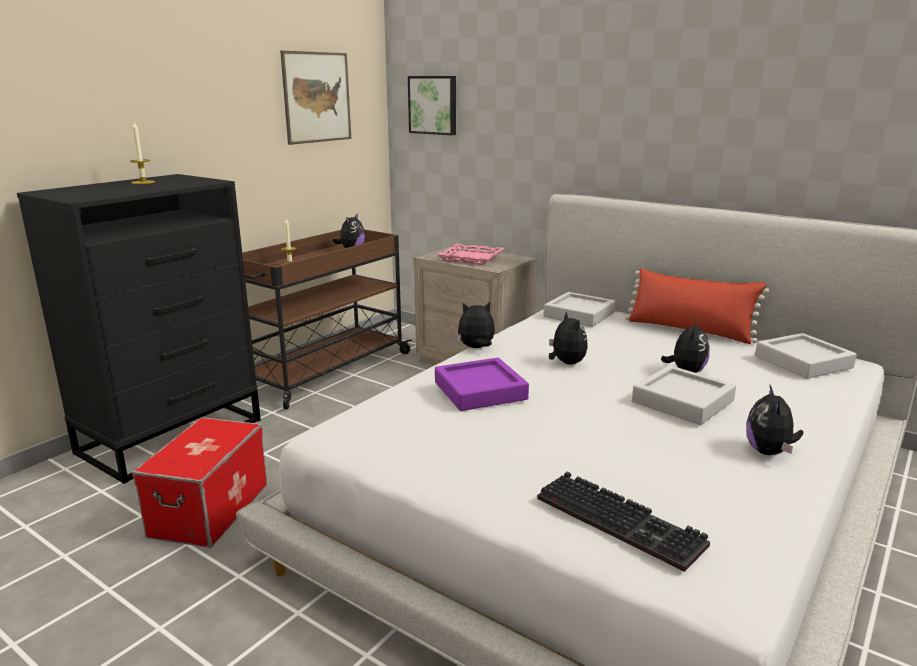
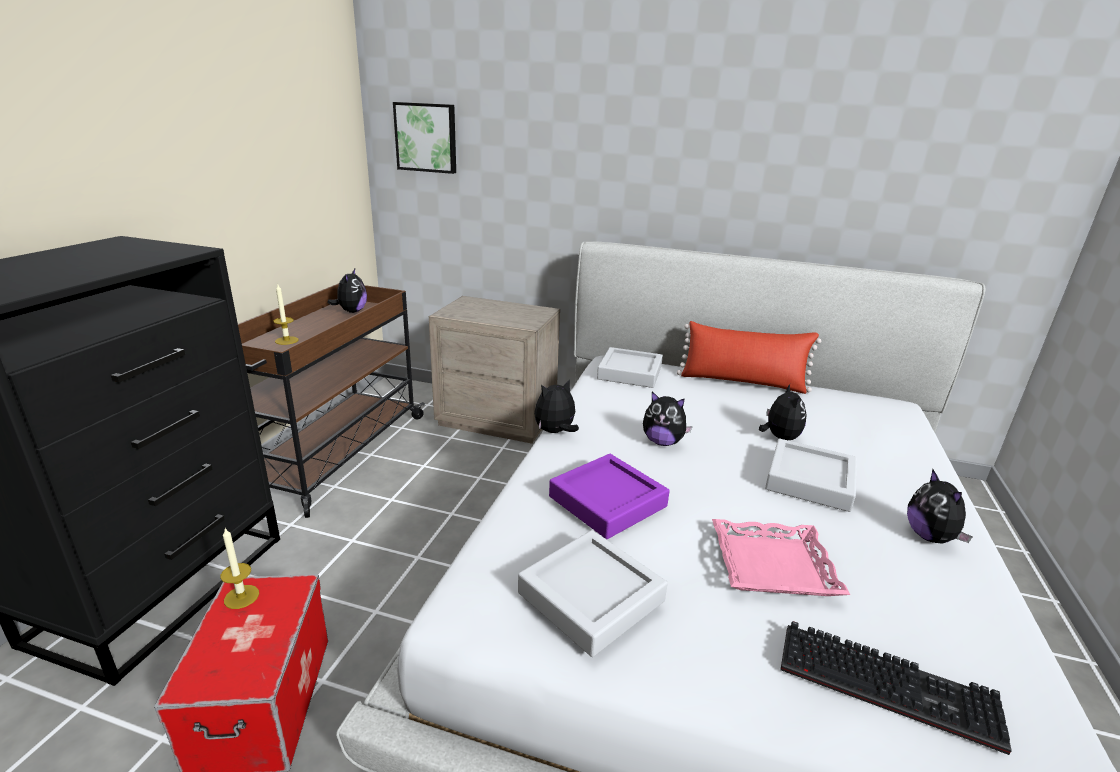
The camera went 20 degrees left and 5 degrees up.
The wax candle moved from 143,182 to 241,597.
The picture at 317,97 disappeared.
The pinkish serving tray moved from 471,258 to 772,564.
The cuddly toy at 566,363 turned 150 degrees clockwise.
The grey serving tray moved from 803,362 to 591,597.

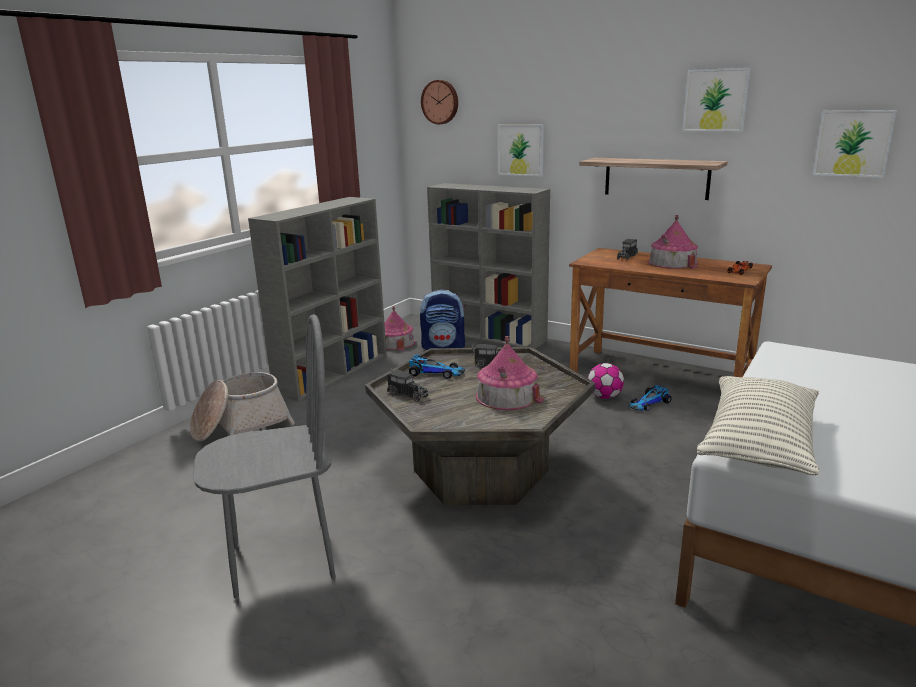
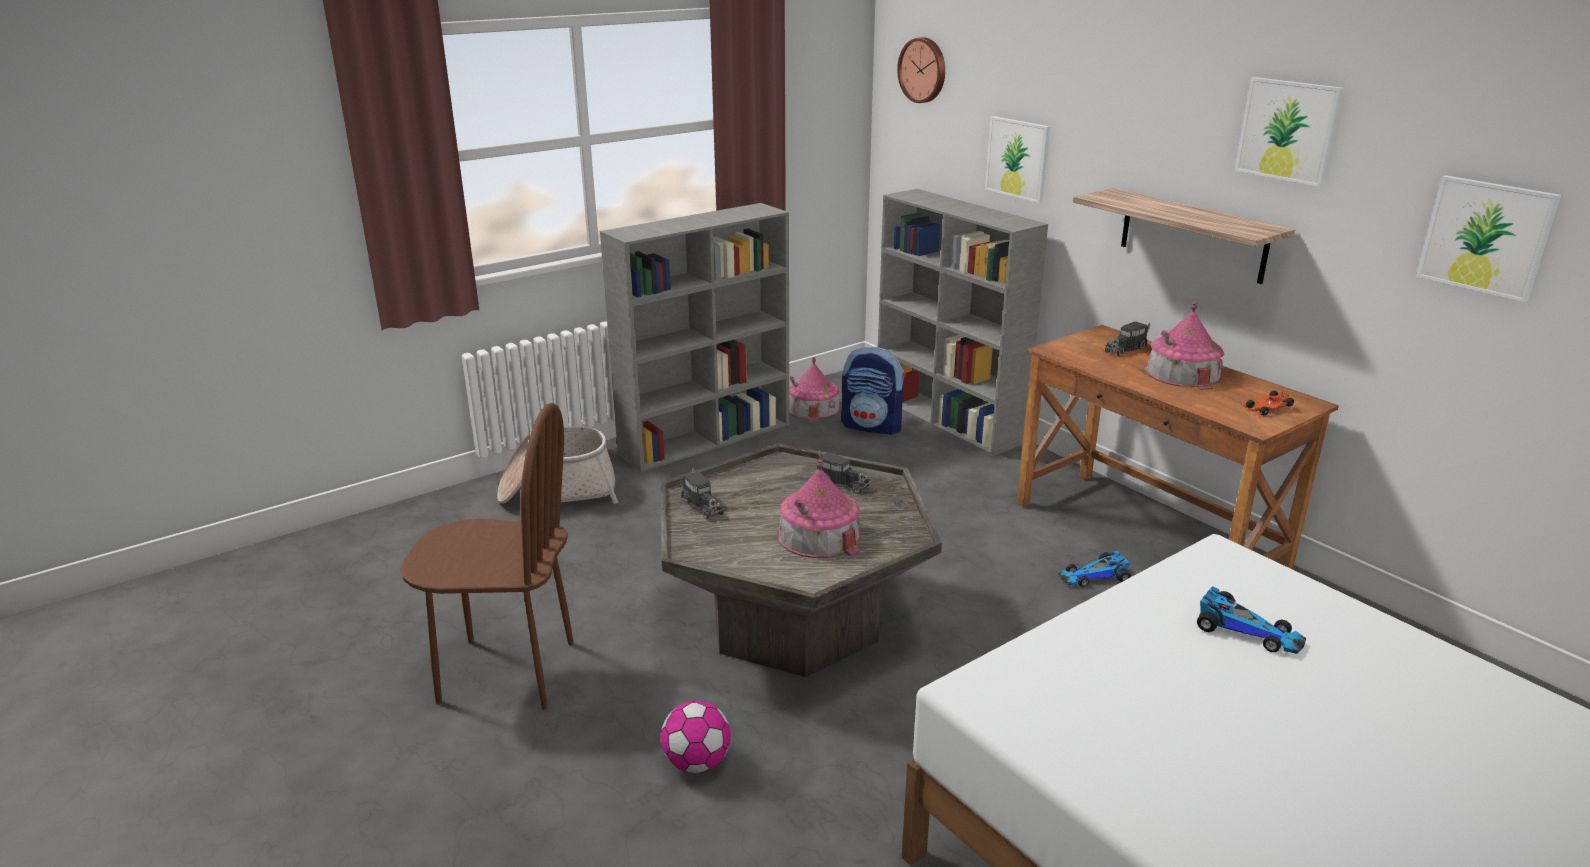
The camera went 20 degrees right and 5 degrees up.
The grey plain chair at 283,559 became the brown plain chair at 507,672.
The model car moved from 435,372 to 1246,630.
The ball for football moved from 604,396 to 697,763.
The cushion at 758,443 disappeared.

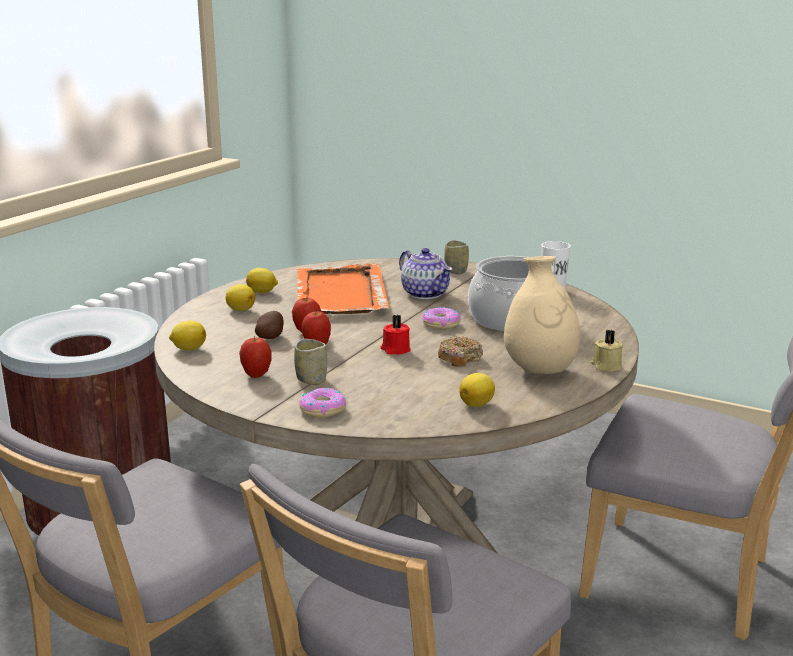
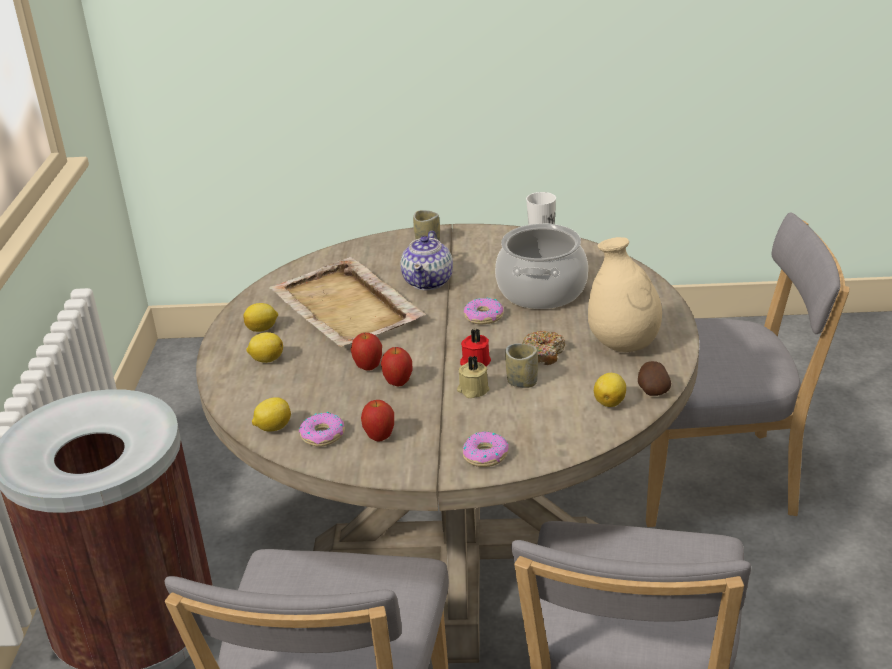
The camera went 25 degrees left and 10 degrees up.
The spud moved from 271,337 to 652,390.
The drinking cup moved from 311,380 to 522,382.
The orangey serving tray at 340,294 became the beige serving tray at 346,308.
The pot for tea at 425,293 turned 75 degrees clockwise.
The beige wax candle moved from 605,366 to 472,390.
The donut at 323,435 appeared.

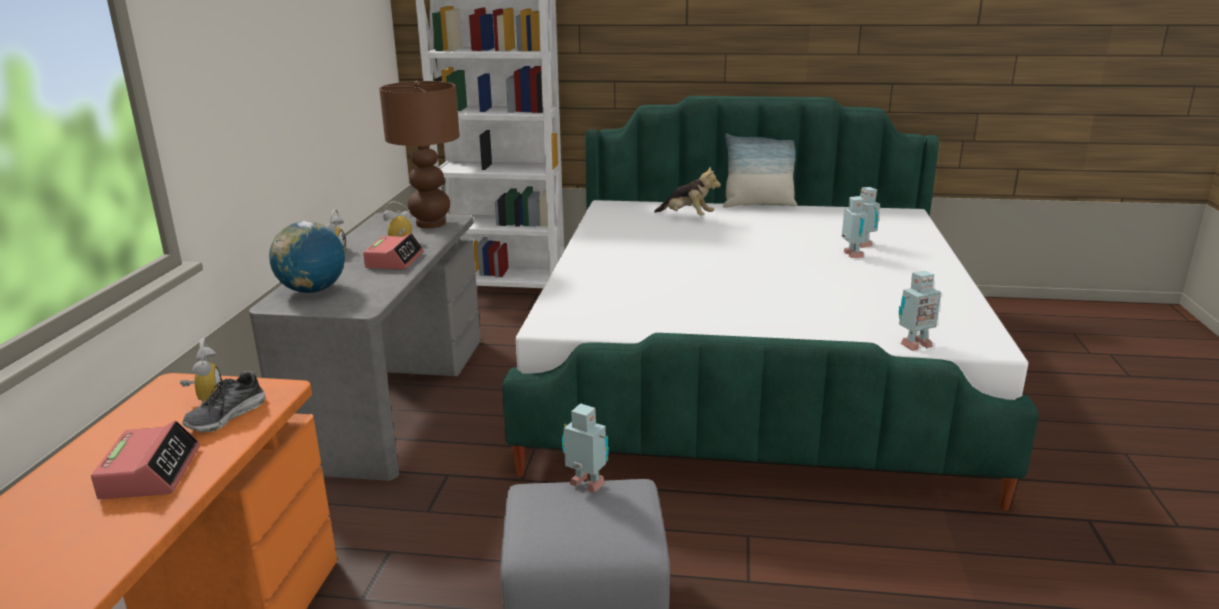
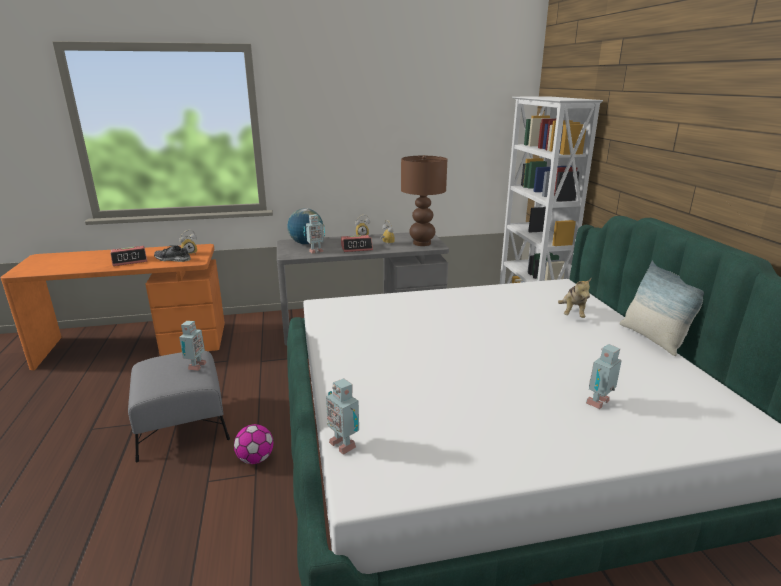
The camera went 70 degrees right and 0 degrees up.
The toy robot moved from 851,255 to 315,251.
The ball for football at 255,459 appeared.

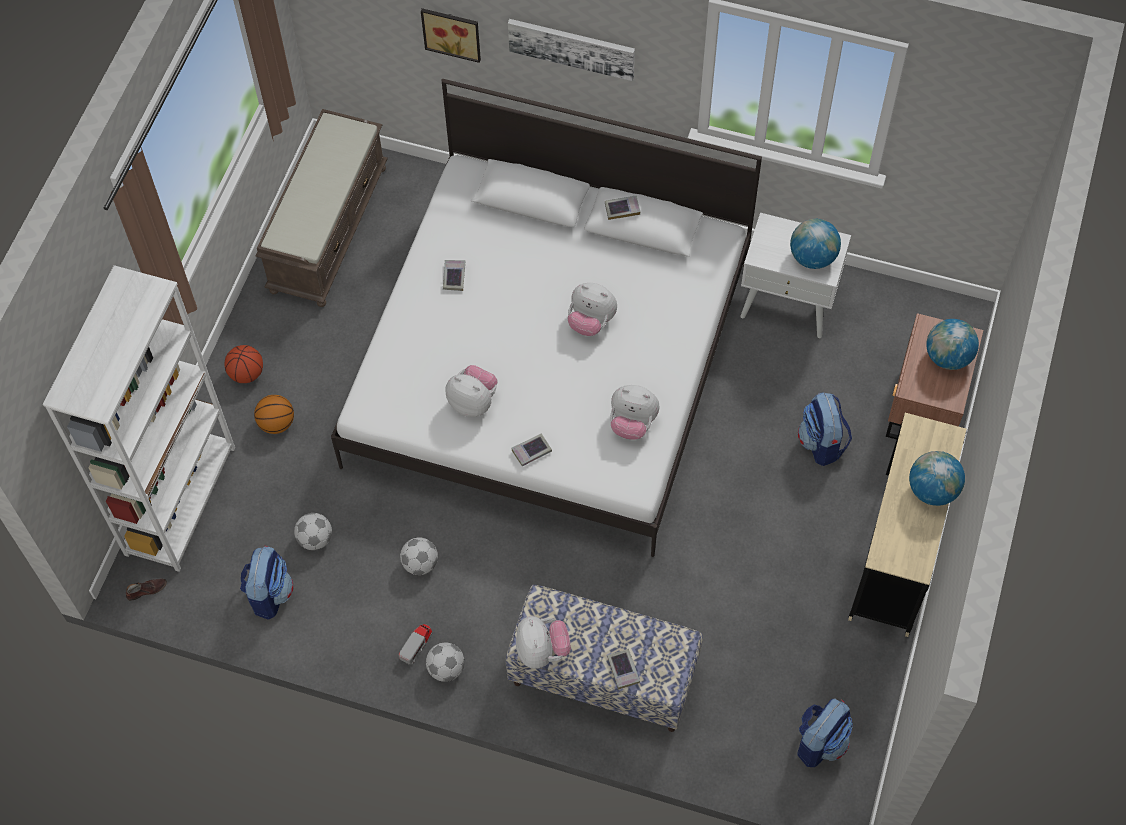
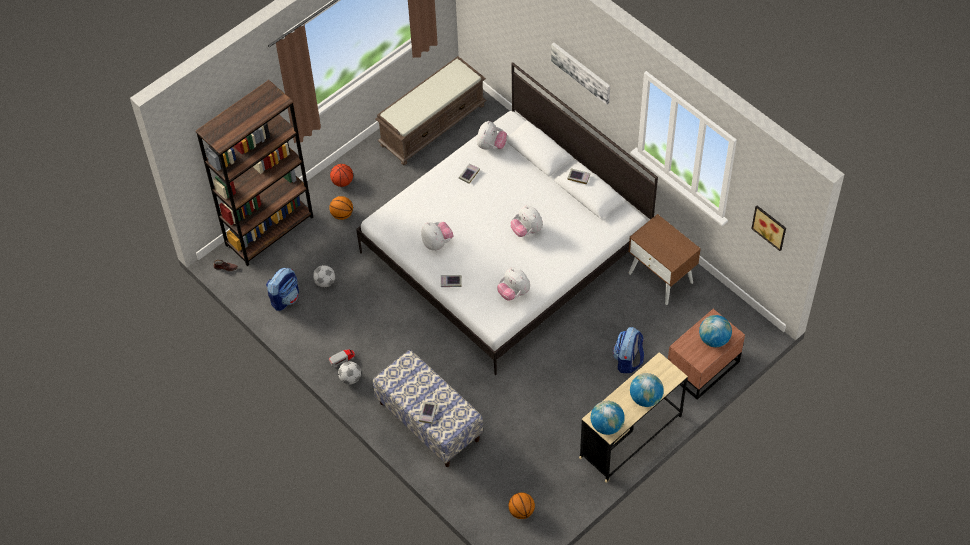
The camera went 30 degrees right and 5 degrees down.
The white shelving unit at 180,500 became the brown shelving unit at 269,231.
The ball for football at 420,563 disappeared.
The picture moved from 452,32 to 770,226.
The cuddly toy moved from 542,651 to 491,145.
The white night table at 788,303 became the brown night table at 661,278.
The globe moved from 812,257 to 606,425.
The backpack at 820,742 was replaced by the basketball ball at 521,511.

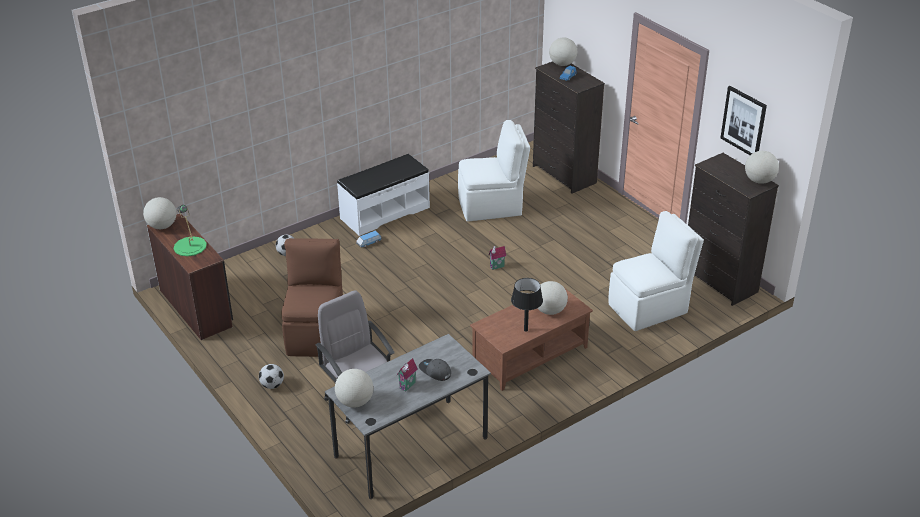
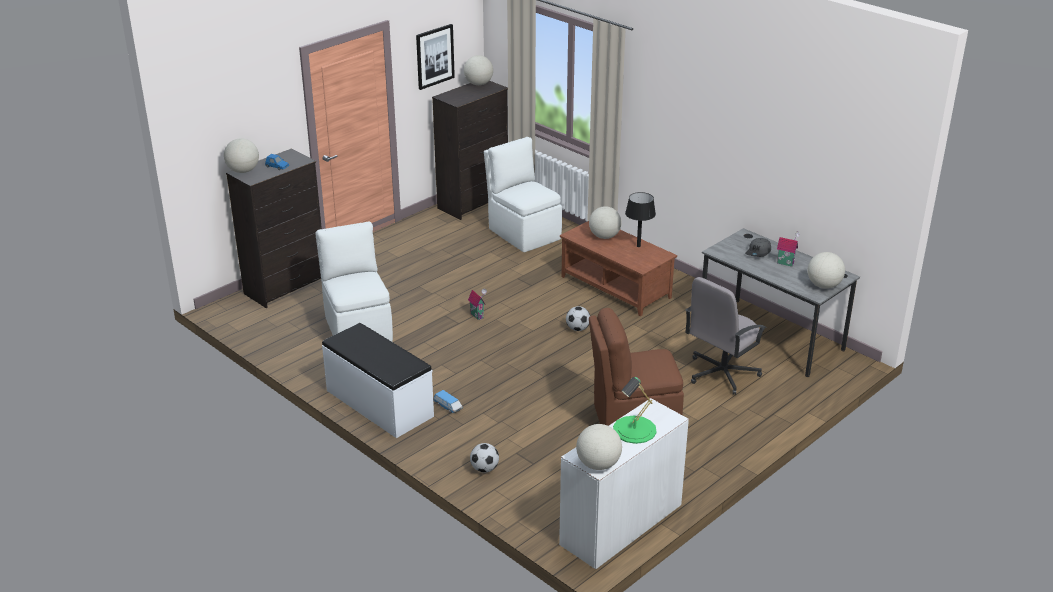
The camera went 100 degrees left and 5 degrees down.
The brown desk unit at 197,307 became the white desk unit at 620,524.
The ball for football moved from 272,385 to 577,329.

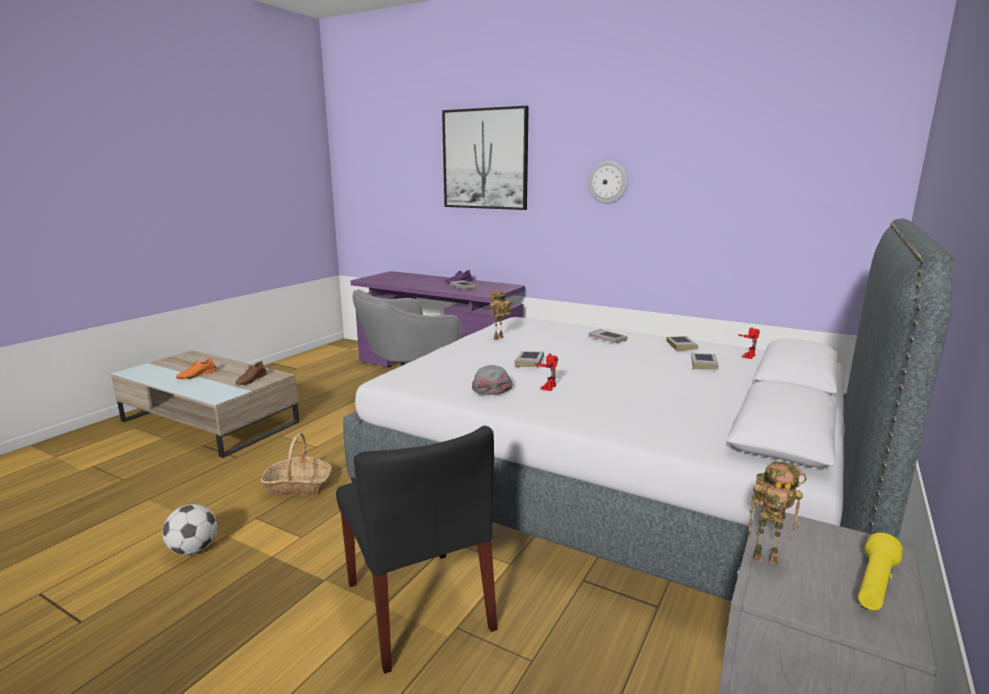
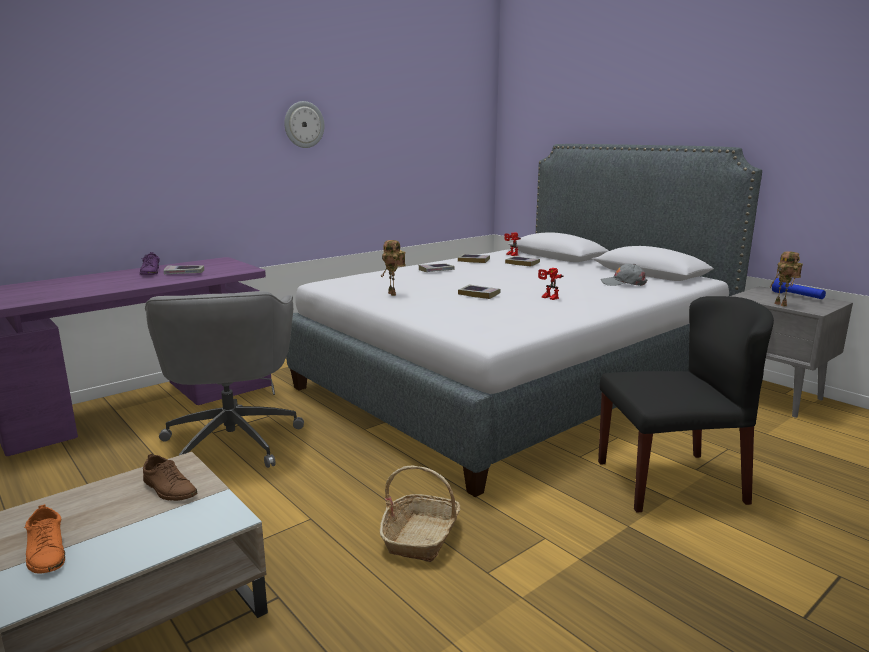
The camera went 70 degrees left and 0 degrees up.
The ball for football at 193,549 disappeared.
The picture at 485,159 disappeared.
The grey cap moved from 490,387 to 623,283.
The toy robot at 766,558 turned 120 degrees clockwise.
The yellowish flashlight at 874,585 became the blue flashlight at 797,296.

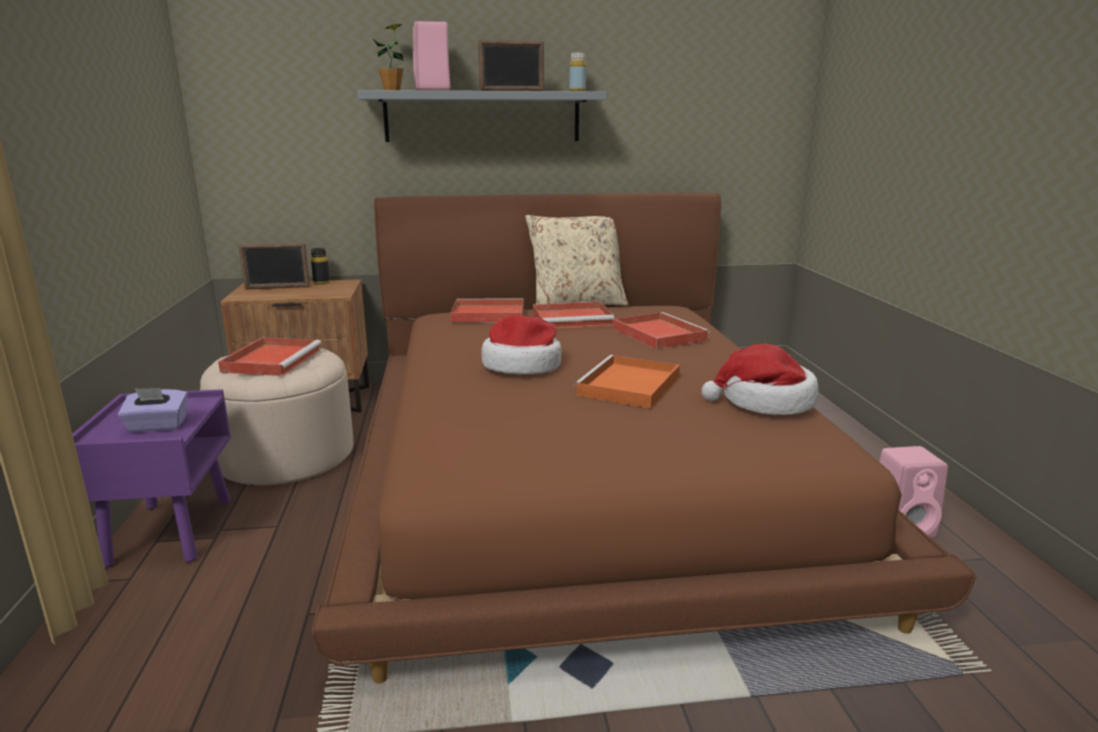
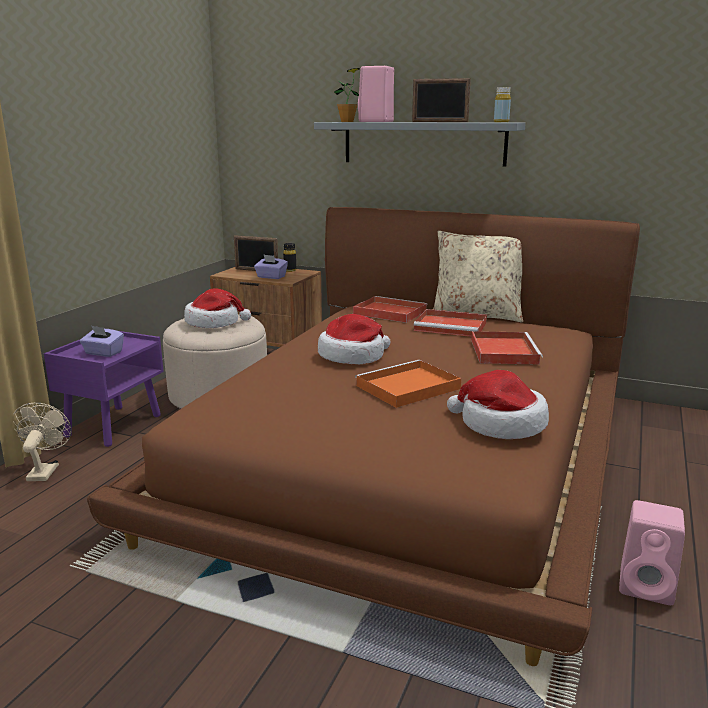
The camera went 30 degrees right and 0 degrees up.
The red-coloured serving tray at 272,360 was replaced by the hat at 214,322.
The beige fan at 45,470 appeared.
The purple-coloured tissue holder at 271,277 appeared.

